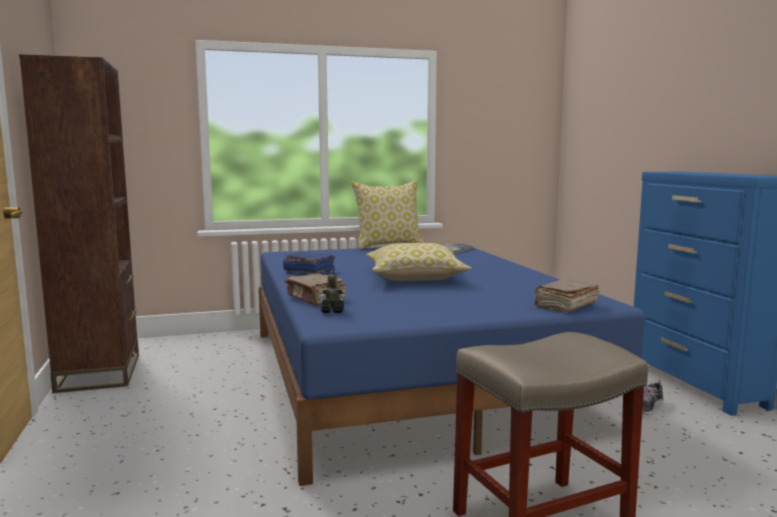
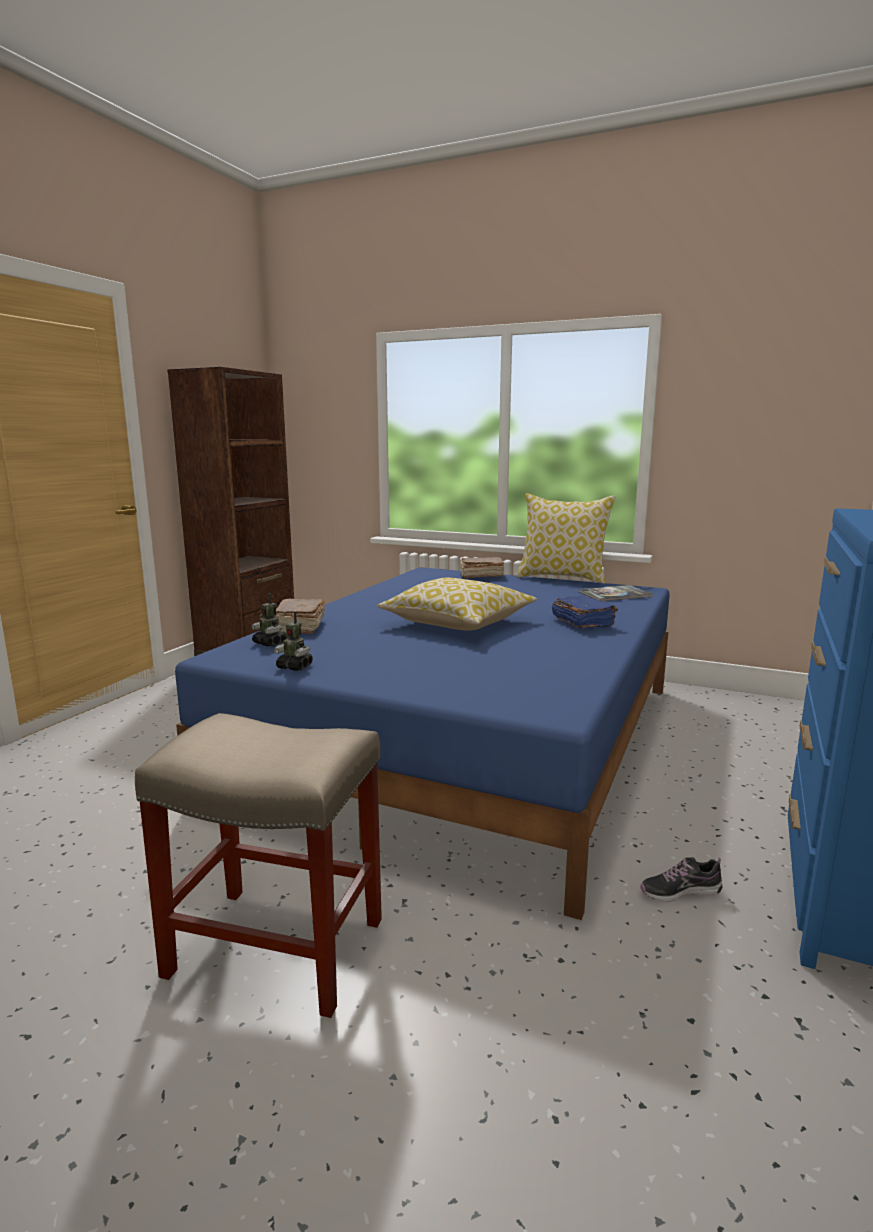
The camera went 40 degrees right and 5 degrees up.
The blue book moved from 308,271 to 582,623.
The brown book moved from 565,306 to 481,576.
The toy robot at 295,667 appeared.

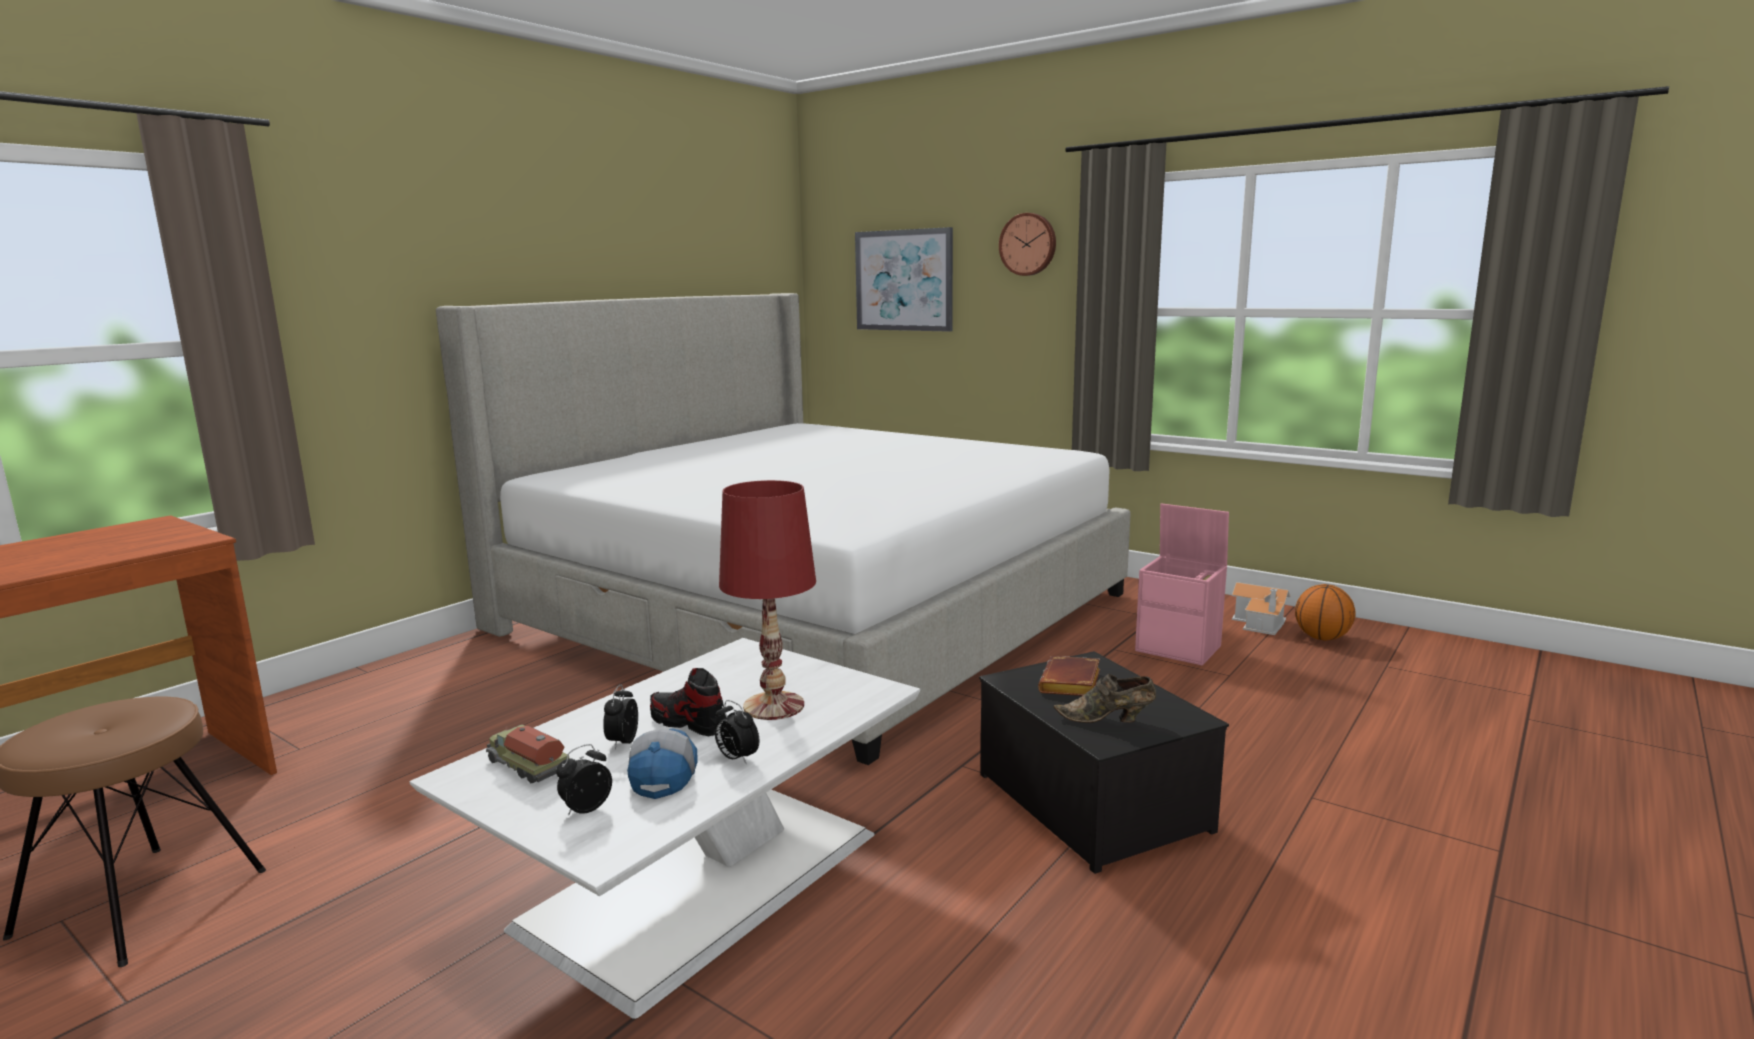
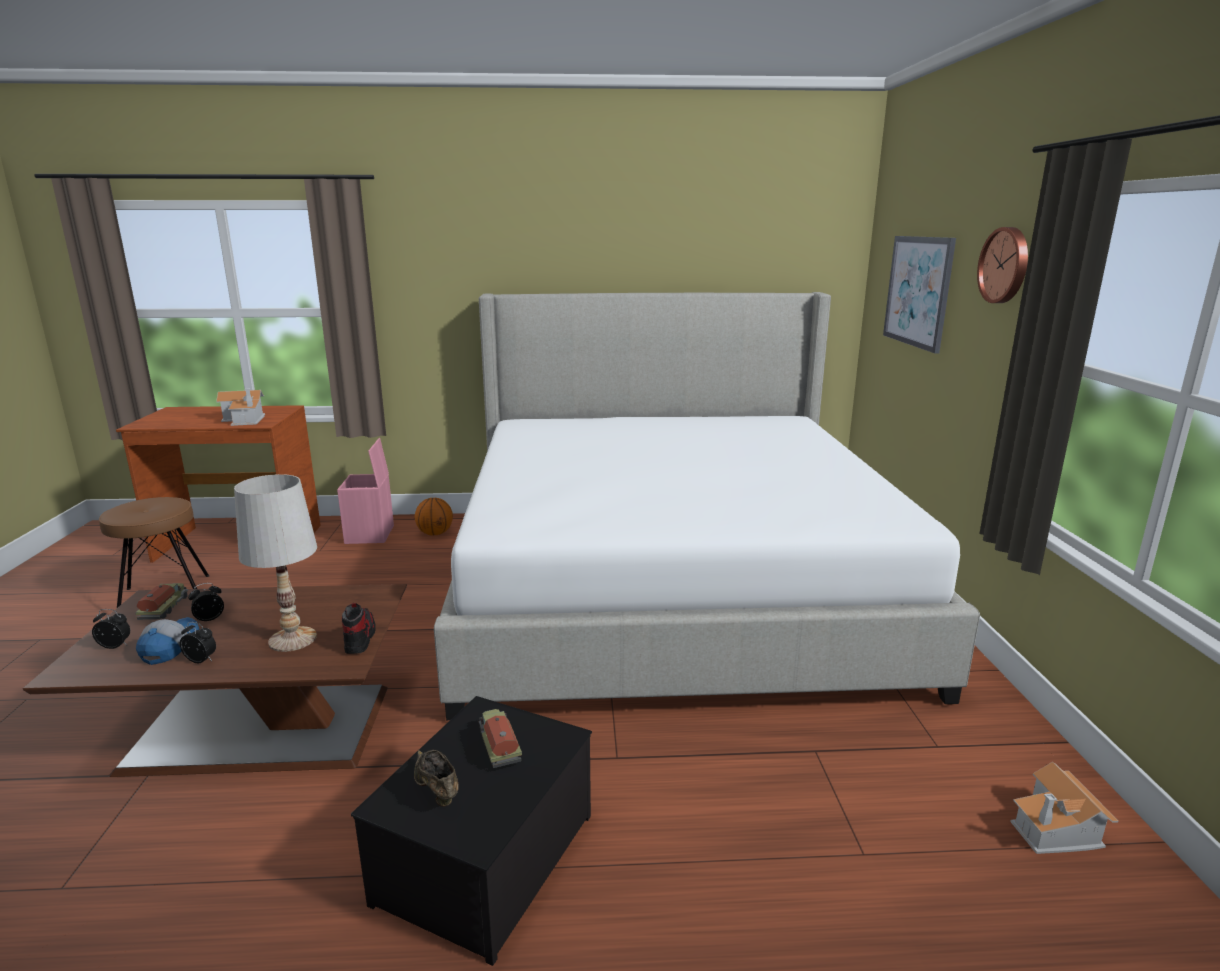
The camera went 50 degrees right and 5 degrees up.
The white low table at 698,882 became the brown low table at 255,728.
The cap at 662,774 turned 45 degrees counterclockwise.
The item of footwear moved from 689,723 to 359,638.
The alarm clock at 736,758 turned 105 degrees clockwise.
The red-coloured table lamp at 774,706 became the white table lamp at 292,639.
The brown book at 1072,684 was replaced by the toy lorry at 498,745.
The pinkish storage container moved from 1180,648 to 370,535.
The basketball ball moved from 1322,638 to 435,533.
The model house at 245,419 appeared.

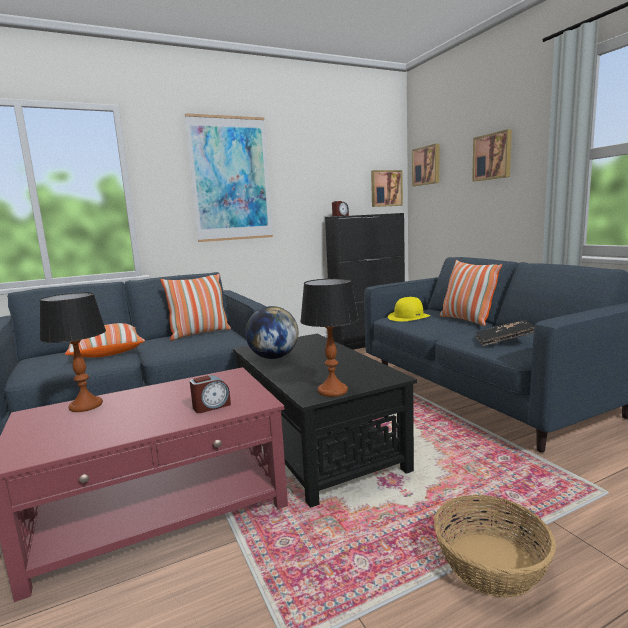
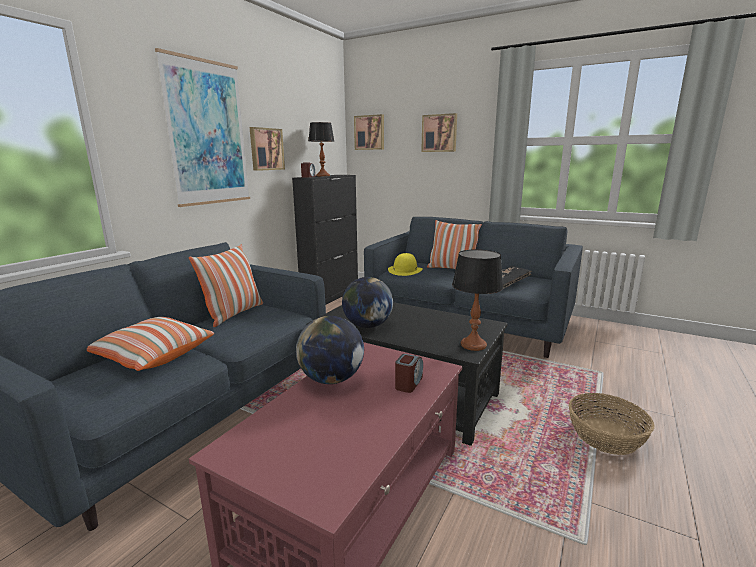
The camera went 35 degrees left and 5 degrees up.
The table lamp moved from 86,405 to 323,176.
The picture moved from 386,188 to 266,149.
The globe at 331,379 appeared.

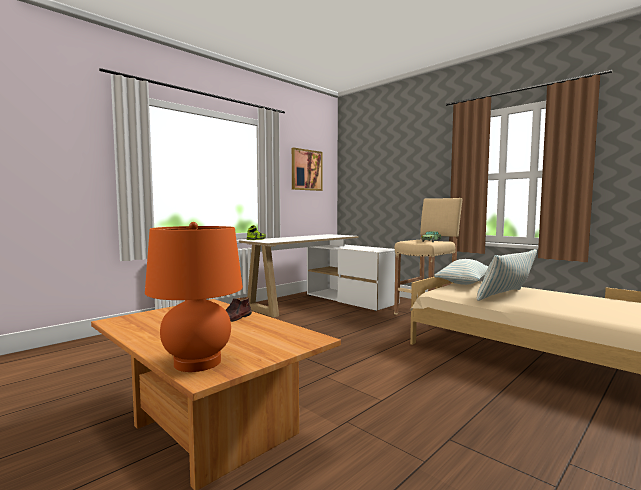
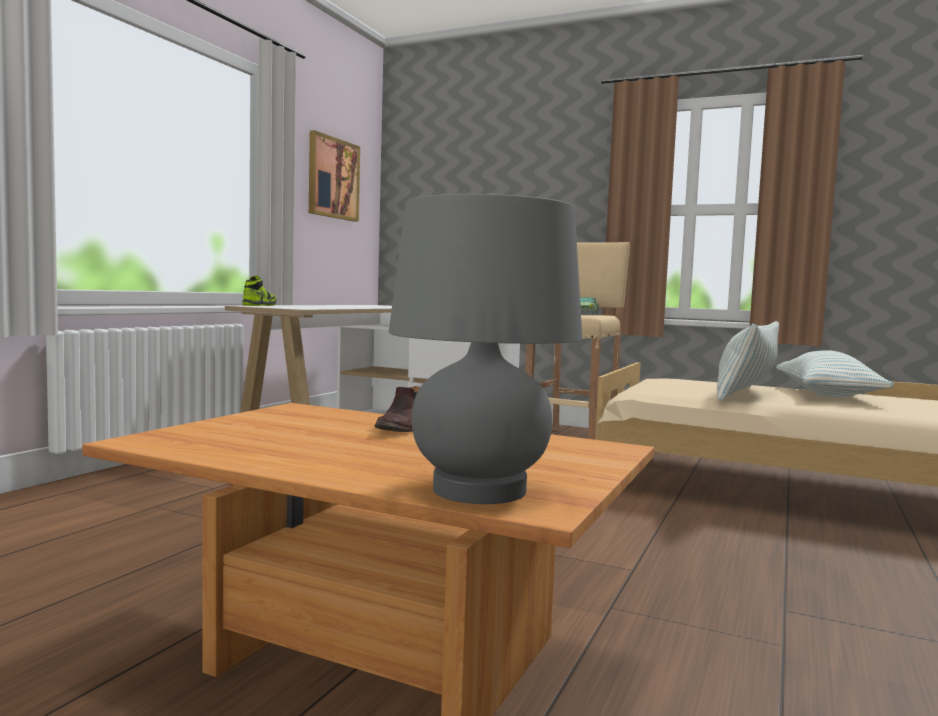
The camera went 20 degrees left and 0 degrees up.
The orangey table lamp at 197,362 became the grey table lamp at 479,490.
The cushion moved from 464,283 to 827,395.

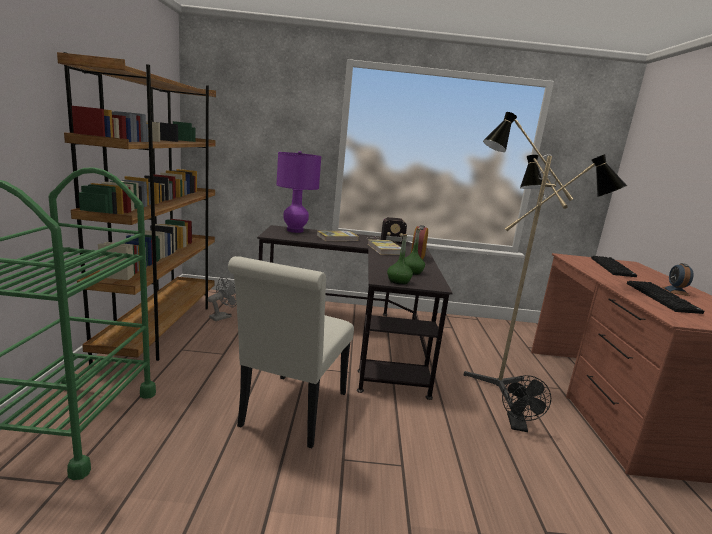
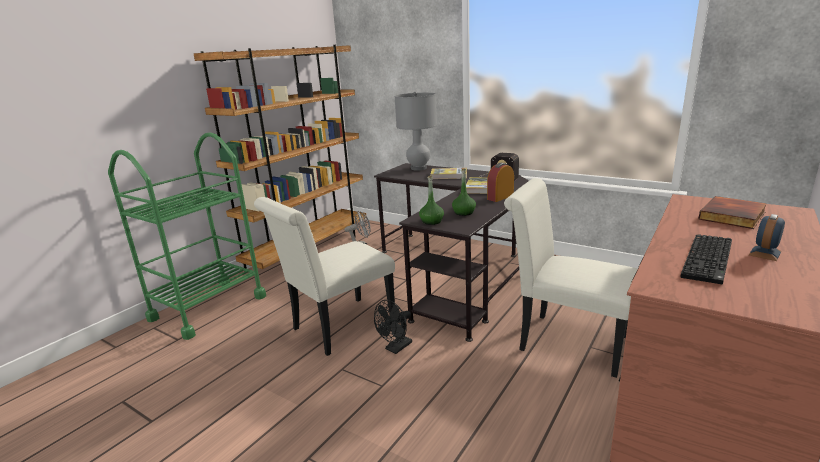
The camera went 35 degrees right and 5 degrees up.
The purple-coloured table lamp at 295,230 became the grey table lamp at 418,168.
The standard lamp at 499,383 was replaced by the white plain chair at 566,341.
The blackish fan moved from 518,426 to 396,348.
The computer keyboard at 613,267 was replaced by the book at 733,216.

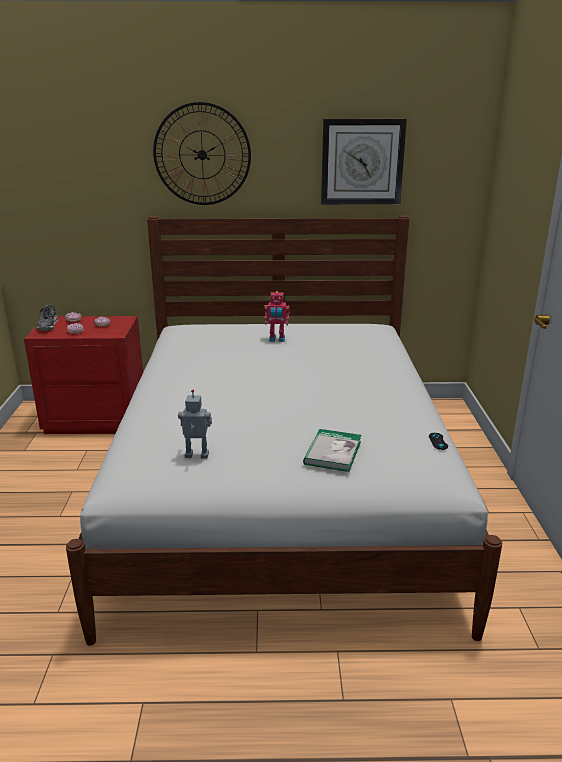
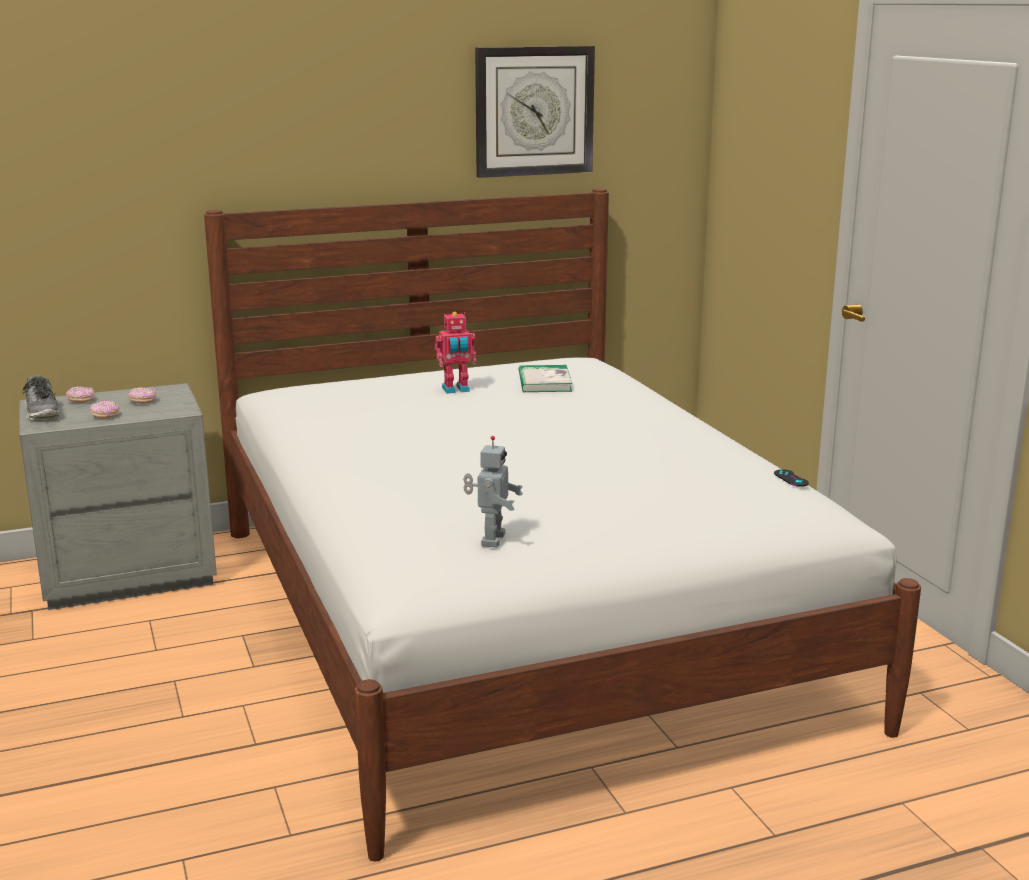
The camera went 20 degrees left and 5 degrees down.
The red-coloured night table at 96,419 became the grey night table at 128,574.
The wall clock at 202,155 disappeared.
The toy robot at 196,456 turned 120 degrees clockwise.
The book moved from 333,452 to 544,382.

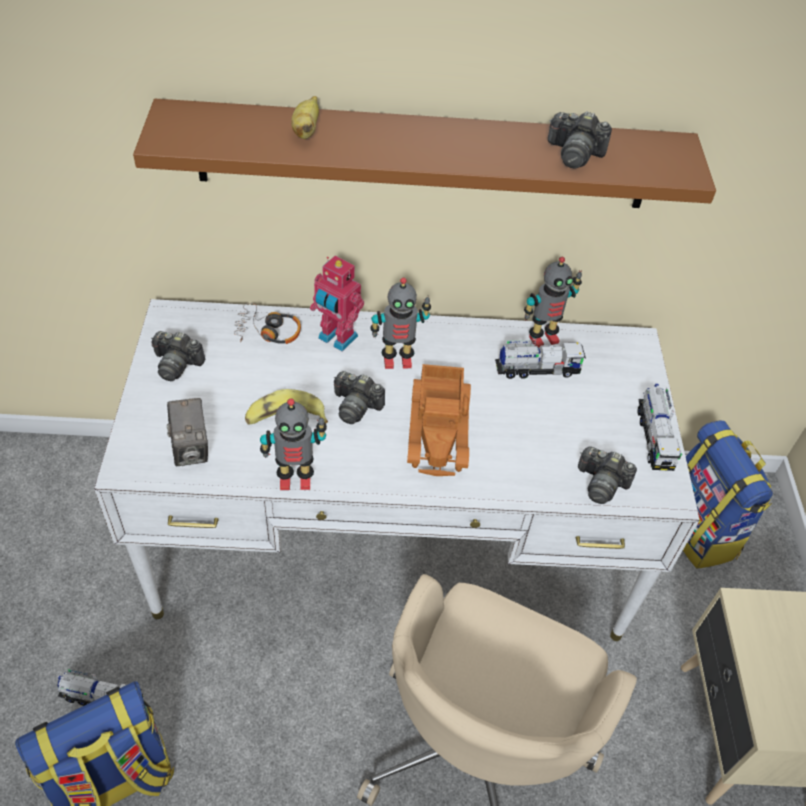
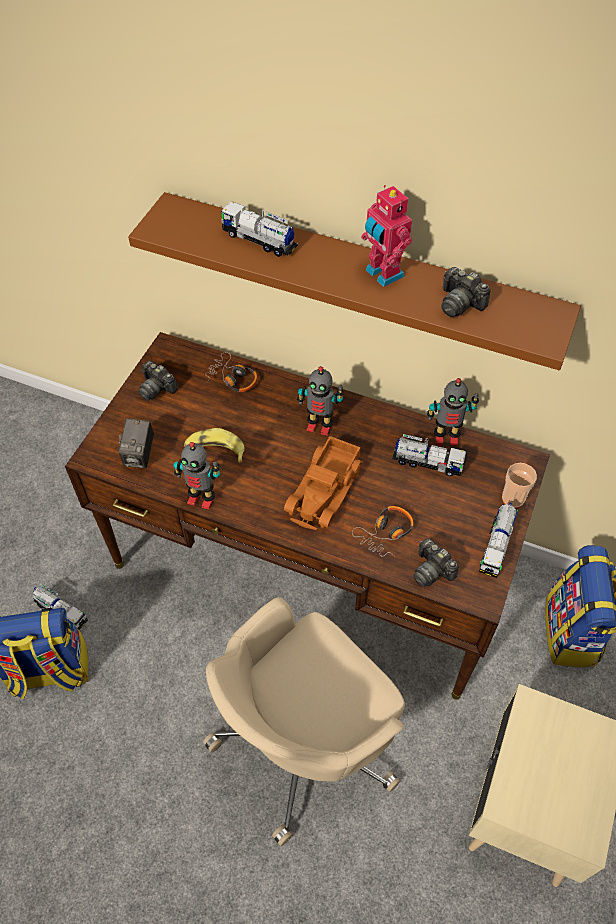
The camera went 25 degrees right and 5 degrees up.
The white desk unit at 391,541 became the brown desk unit at 309,563.
The whole banana at 306,130 was replaced by the toy lorry at 259,240.
The toy robot moved from 336,339 to 382,274.
The photo camera at 356,406 disappeared.
The headset at 386,534 appeared.
The drinking cup at 513,499 appeared.

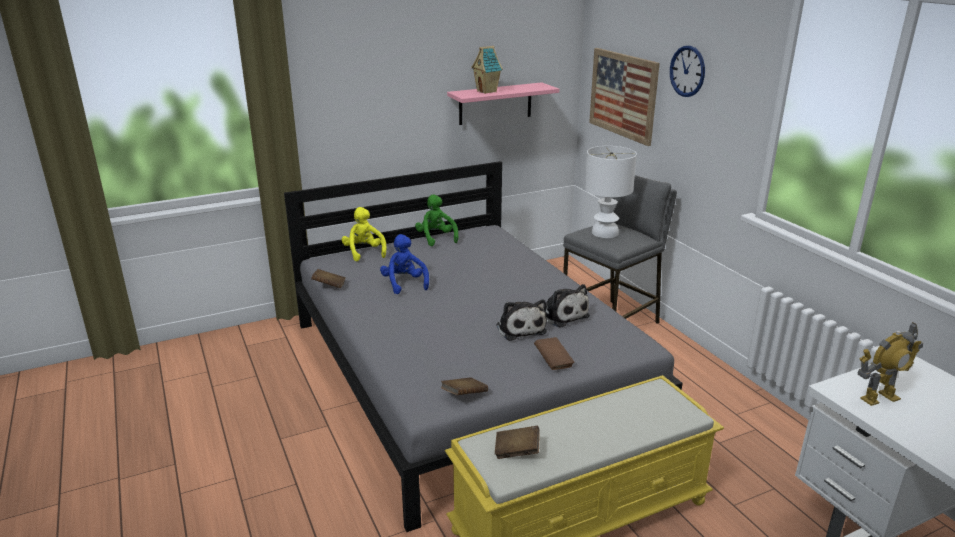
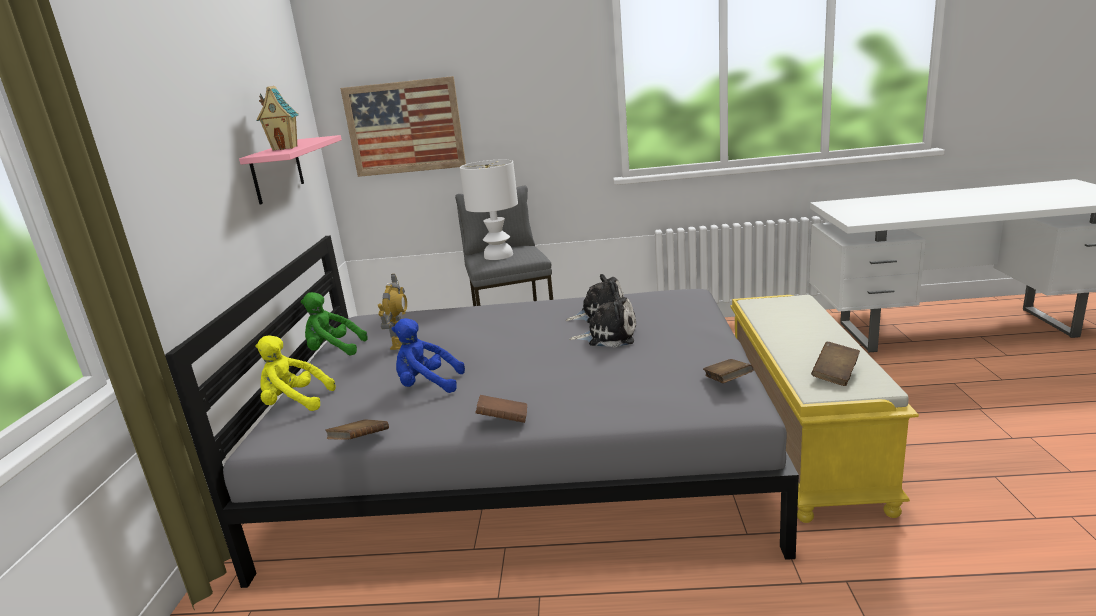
The camera went 60 degrees left and 5 degrees down.
The brown book moved from 553,362 to 503,421.
The wall clock at 687,71 disappeared.
The toy robot moved from 879,398 to 400,343.

